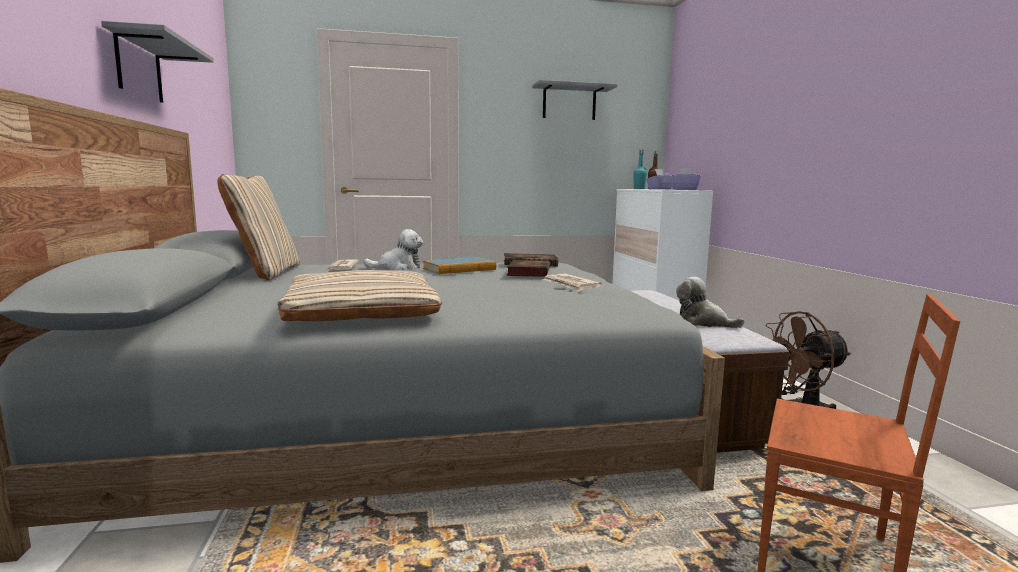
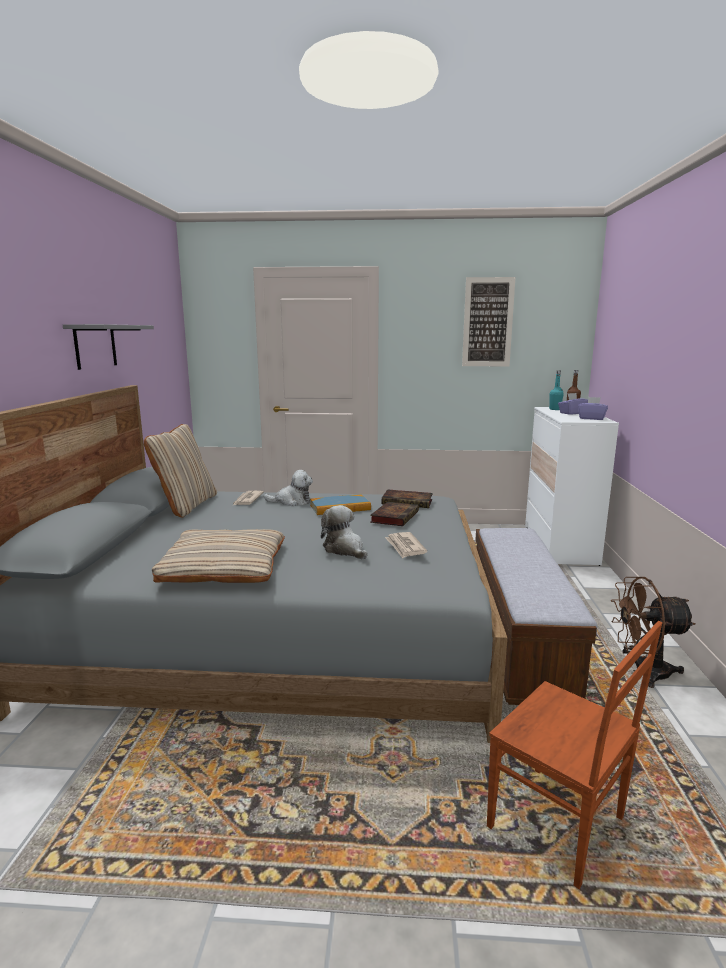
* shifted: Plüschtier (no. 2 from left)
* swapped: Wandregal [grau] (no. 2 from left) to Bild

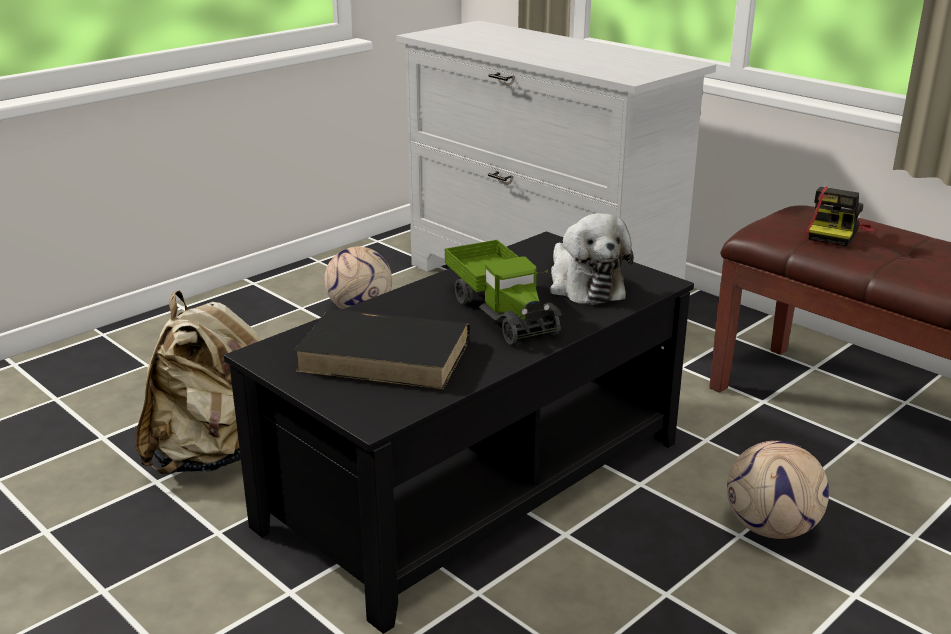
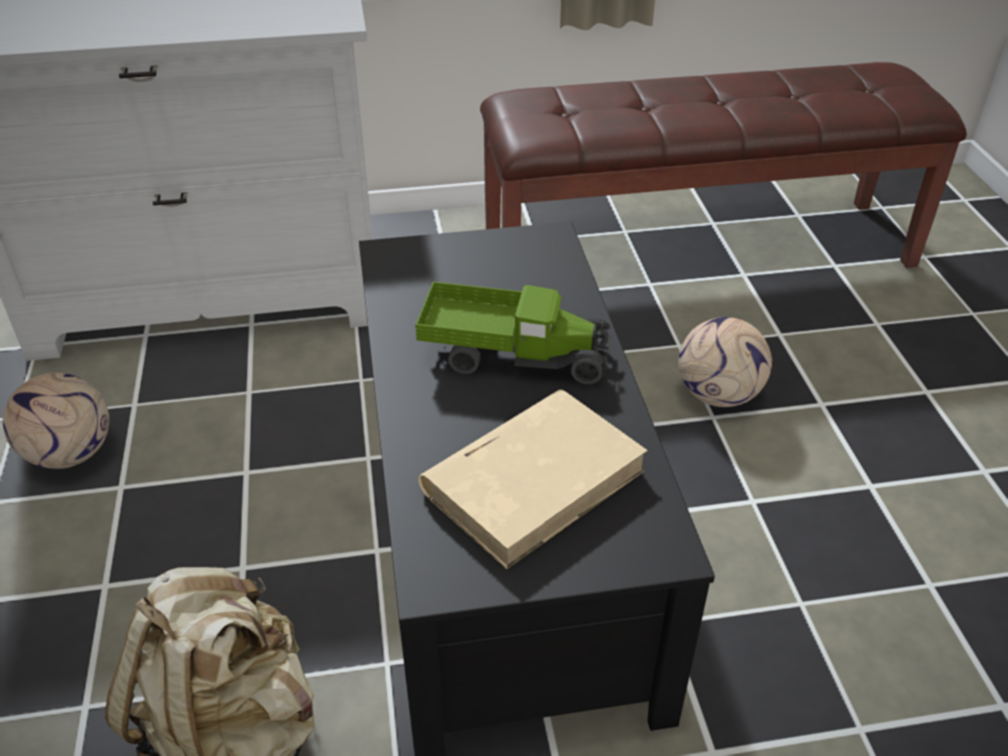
* repainted: Buch [schwarz] to Buch [beige]
* gone: Plüschtier
* gone: Kamera

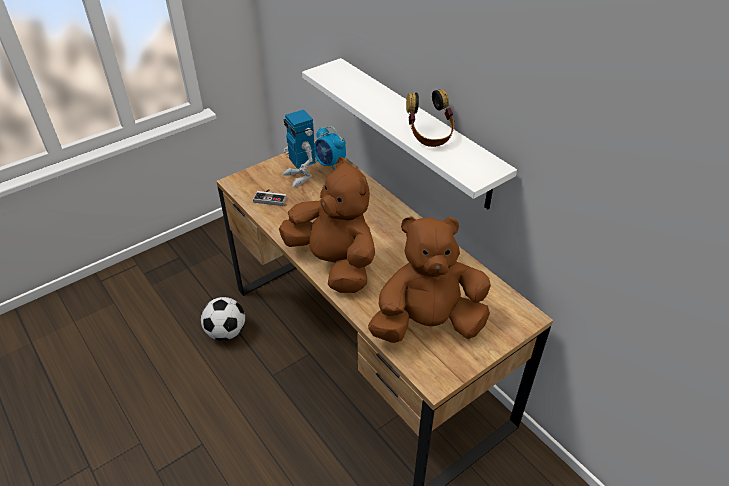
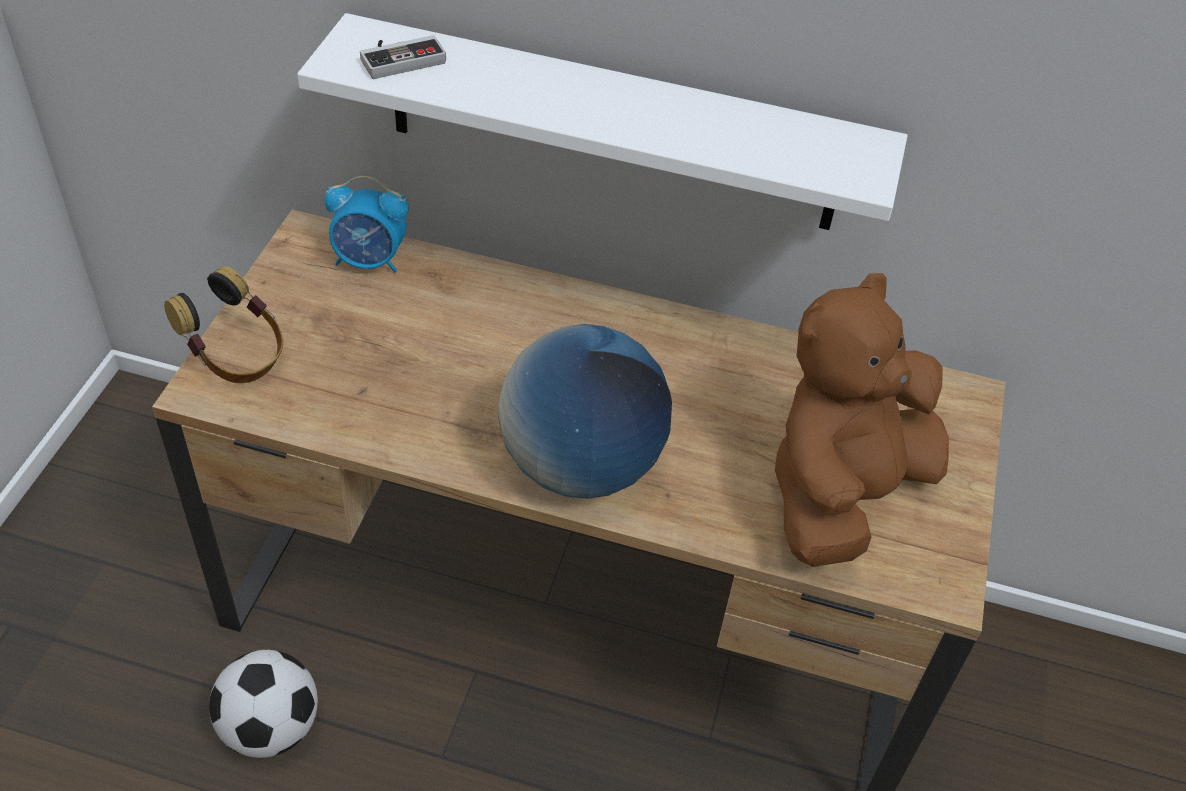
* shifted: Kopfhörer
* shifted: Gamepad
* swapped: Plüschtier [braun] (no. 1 from left) to Globus
* gone: Spielzeugroboter

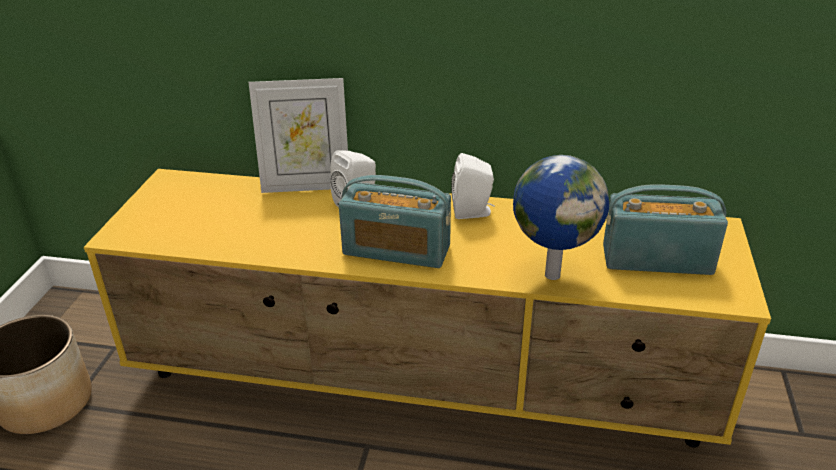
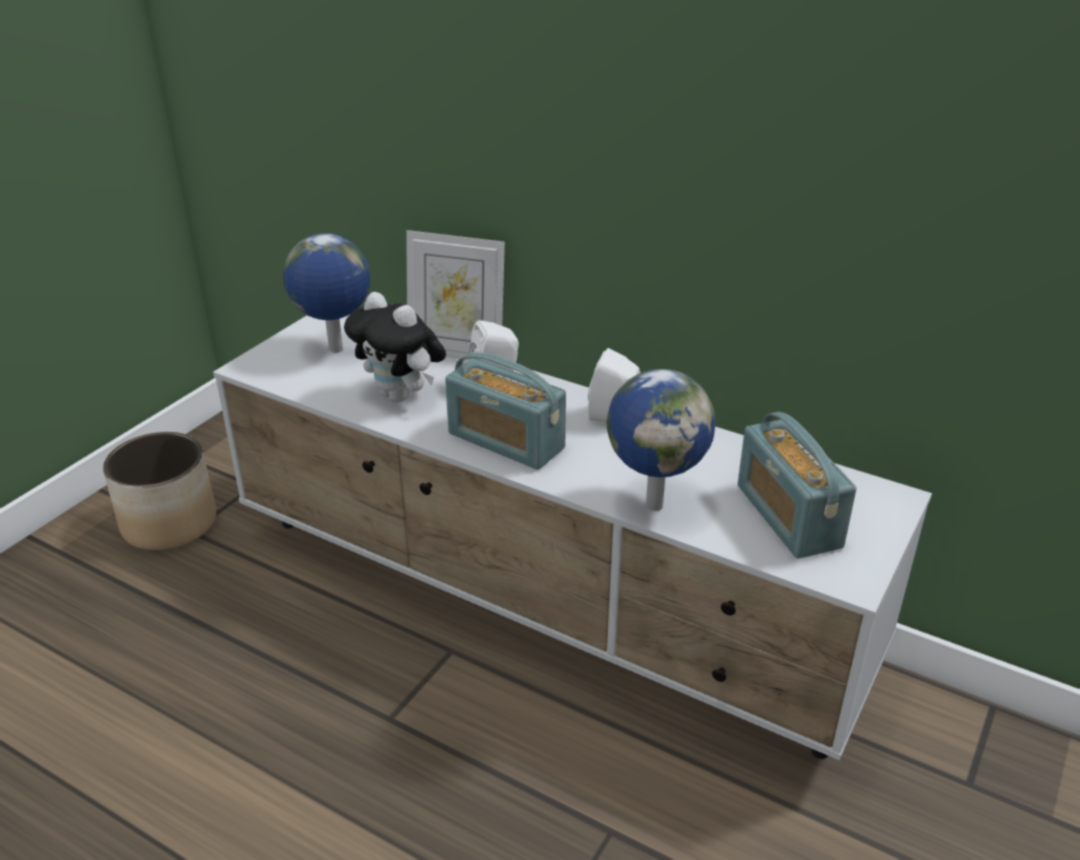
* repainted: Fernsehschrank [gelb] to Fernsehschrank [weiß]
* new: Globus (no. 1 from left)
* new: Plüschtier
* rotated: Radio (no. 2 from left) 135 degrees counterclockwise

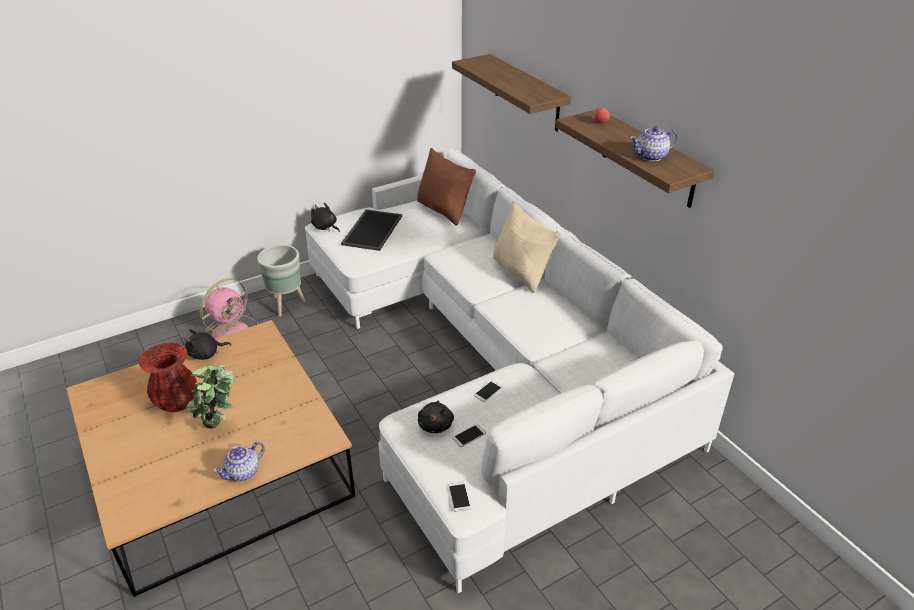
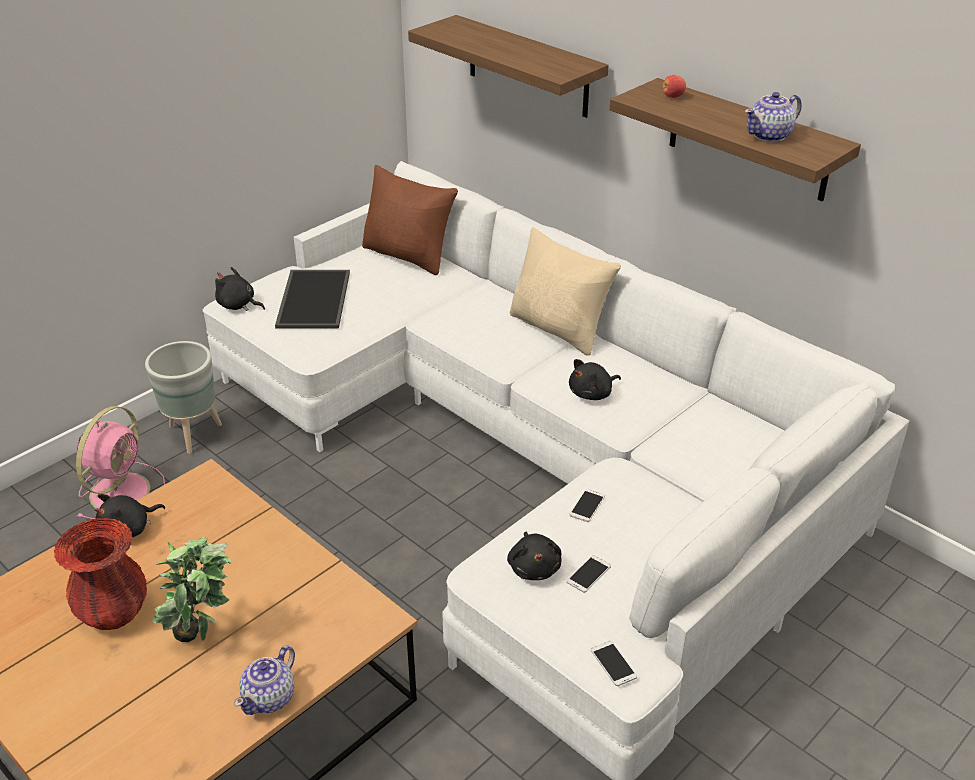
* new: Plüschtier [schwarz] (no. 4 from left)

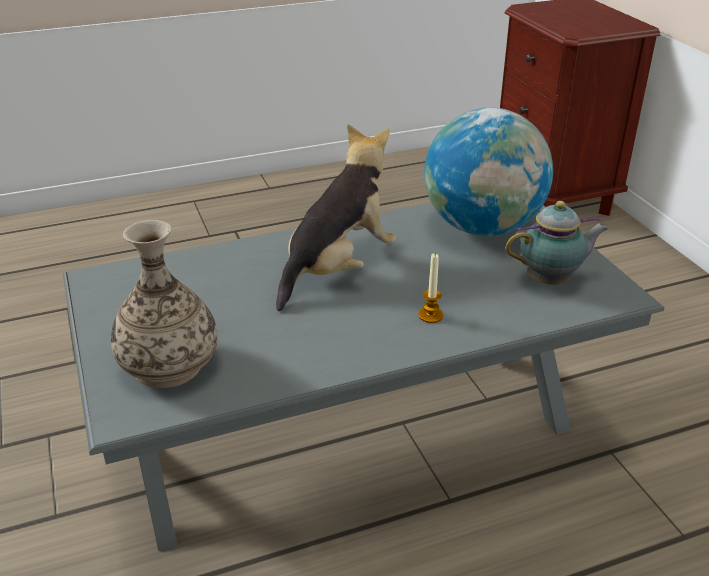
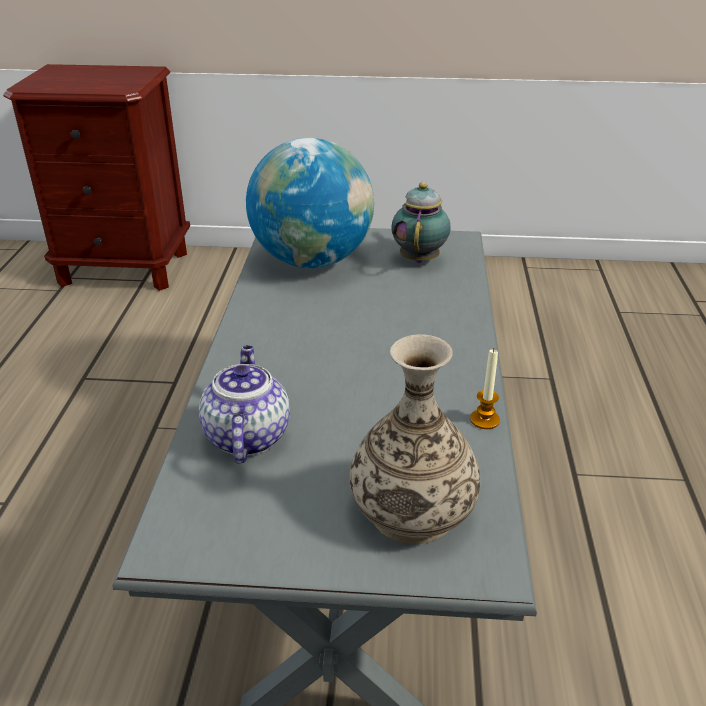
* new: Teekanne (no. 1 from left)
* shifted: Kerze
* gone: Plüschtier

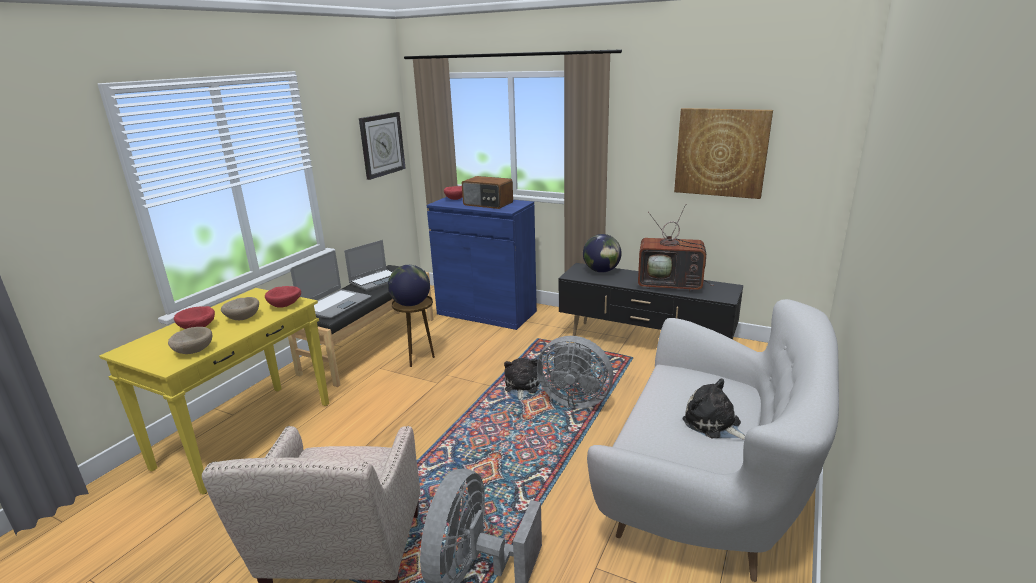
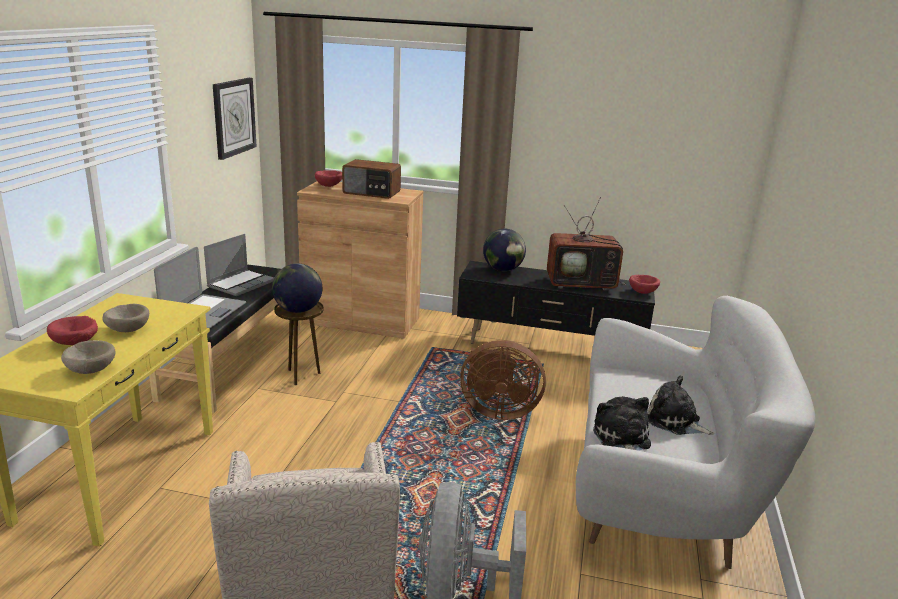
* repainted: Schrank [blau] to Schrank [braun]
* repainted: Ventilator [grau] (no. 2 from left) to Ventilator [braun]
* shifted: Plüschtier (no. 1 from left)
* shifted: Schüssel [rot] (no. 2 from left in the first image) to Schüssel [rot] (no. 3 from left)
* gone: Bild

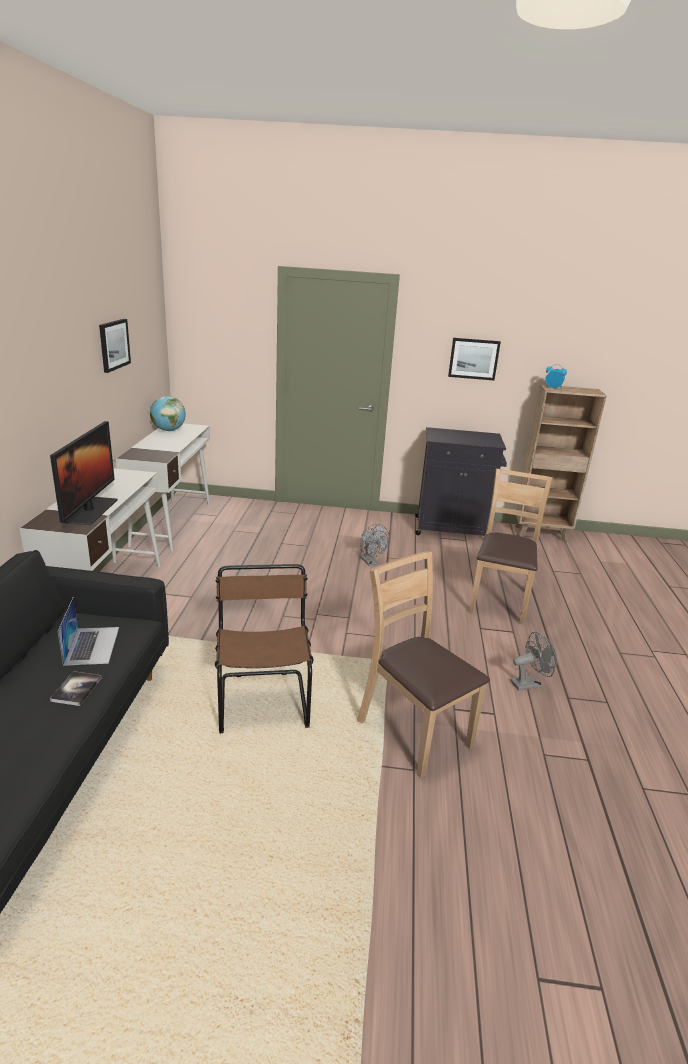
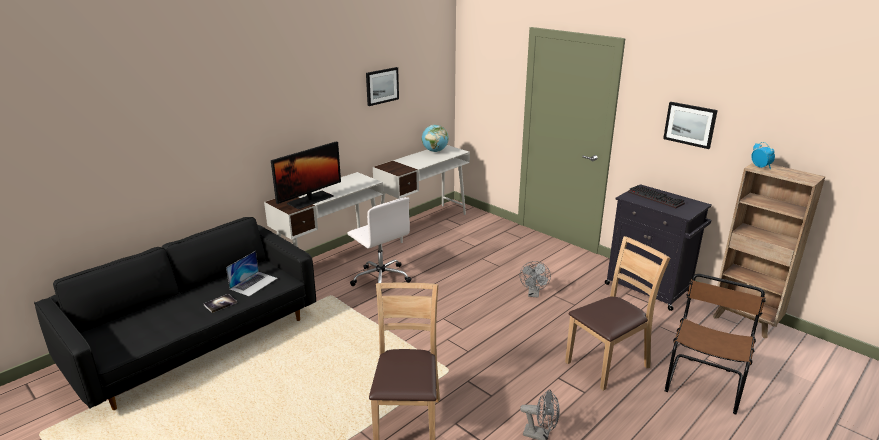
* new: Bürostuhl [weiß]
* new: Tastatur
* shifted: Stuhl [braun] (no. 1 from left in the first image) to Stuhl [braun] (no. 3 from left)

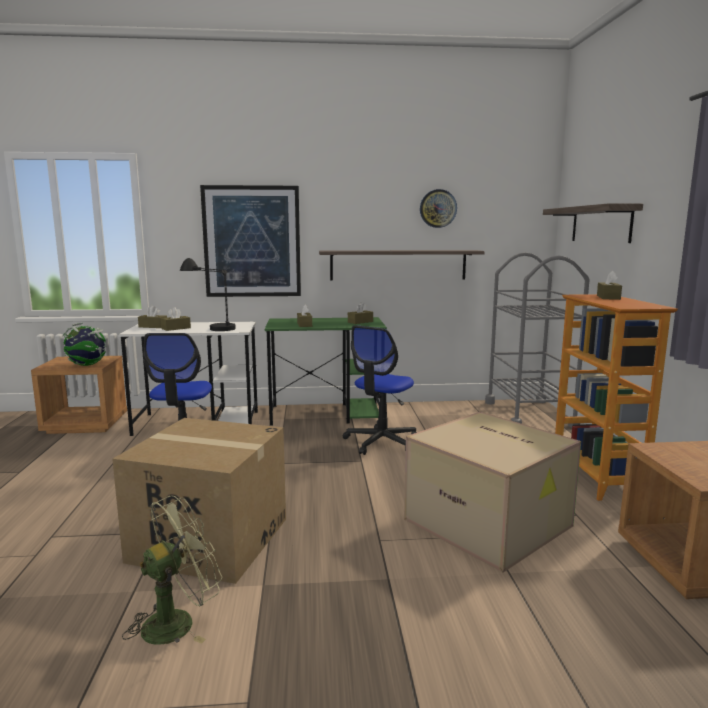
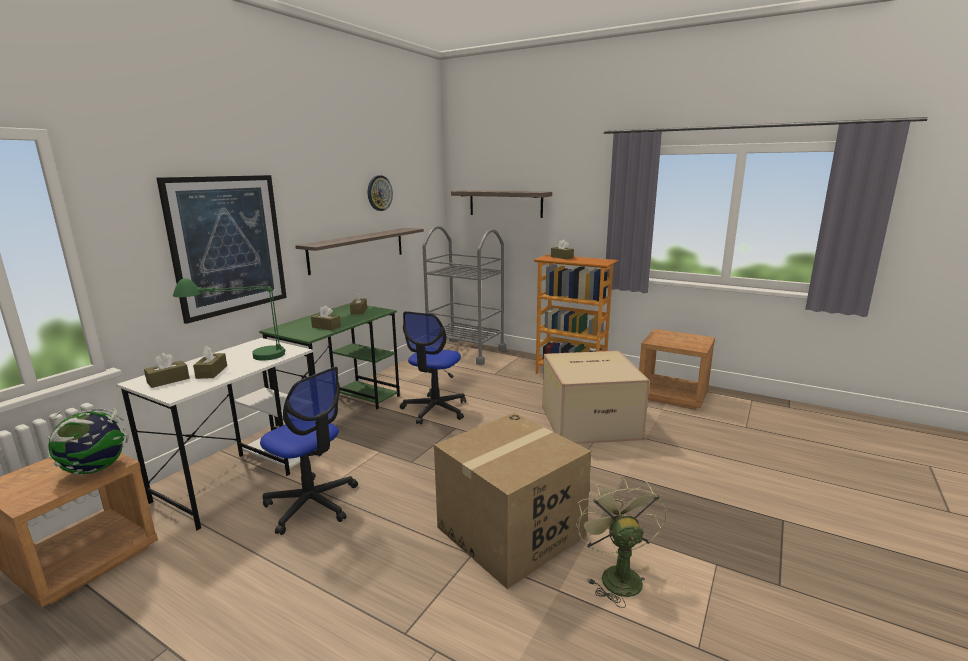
* repainted: Tischlampe [schwarz] to Tischlampe [grün]
* rotated: Bürostuhl (no. 2 from left) 45 degrees clockwise

